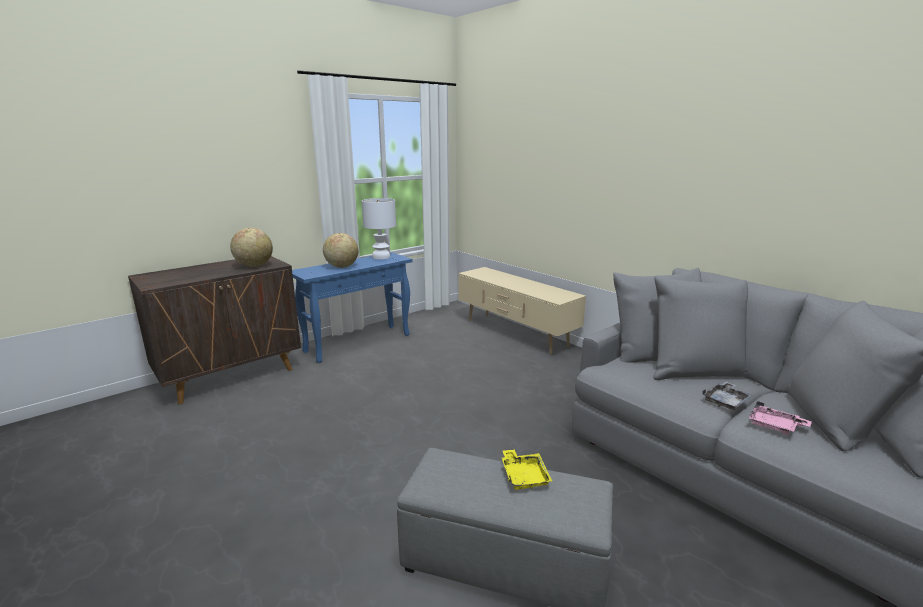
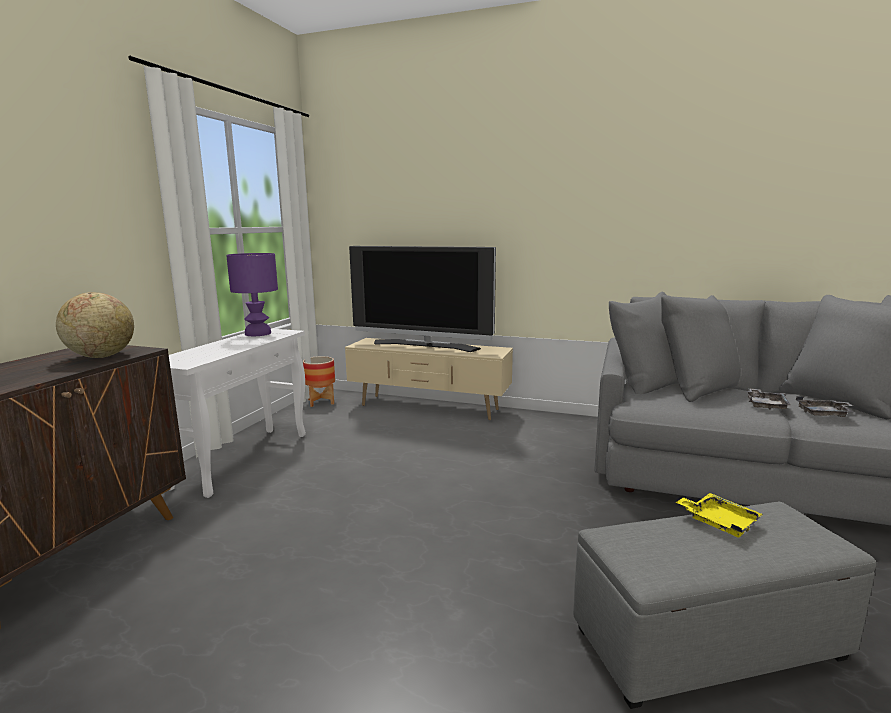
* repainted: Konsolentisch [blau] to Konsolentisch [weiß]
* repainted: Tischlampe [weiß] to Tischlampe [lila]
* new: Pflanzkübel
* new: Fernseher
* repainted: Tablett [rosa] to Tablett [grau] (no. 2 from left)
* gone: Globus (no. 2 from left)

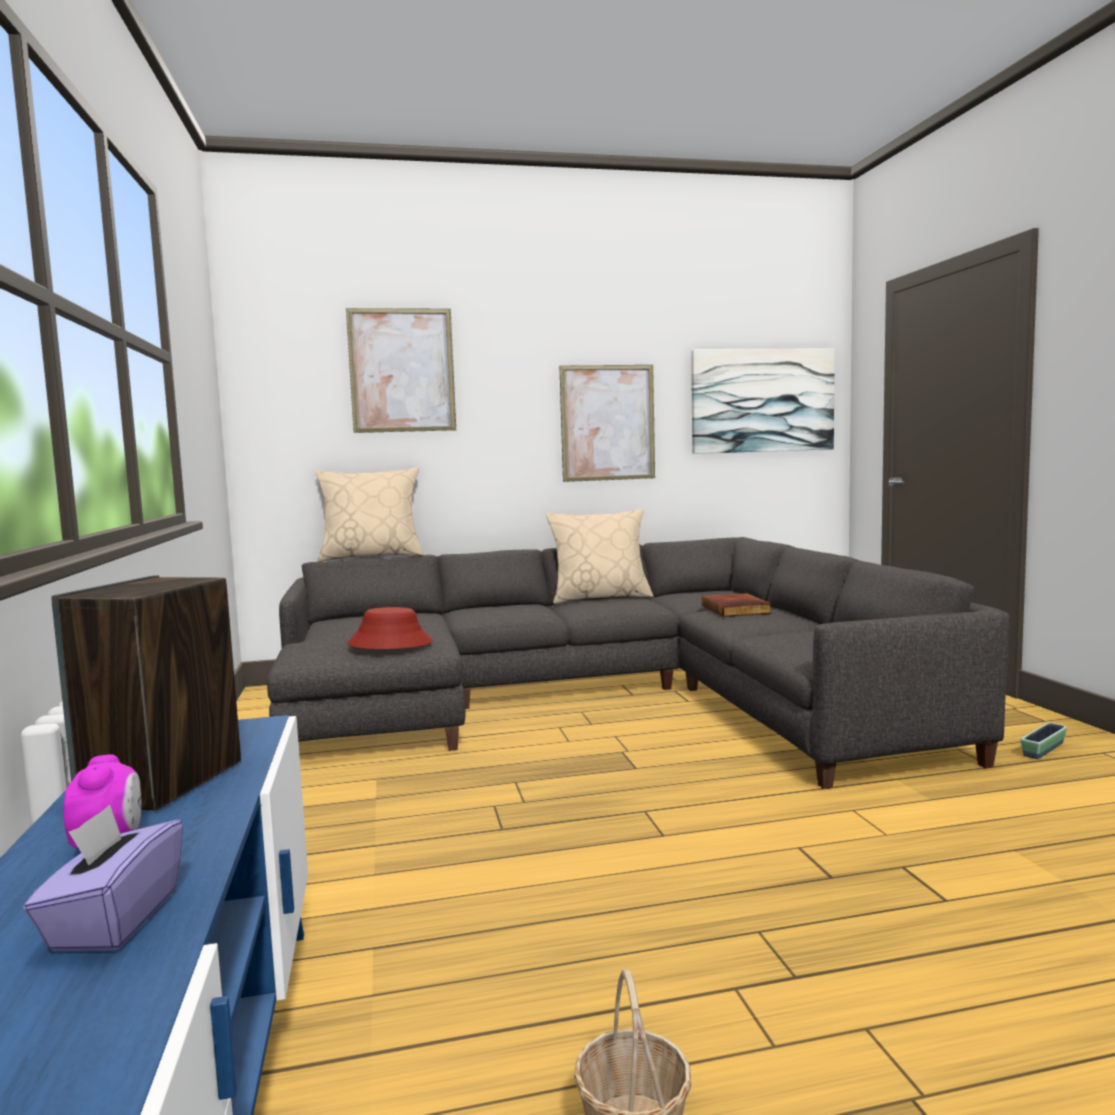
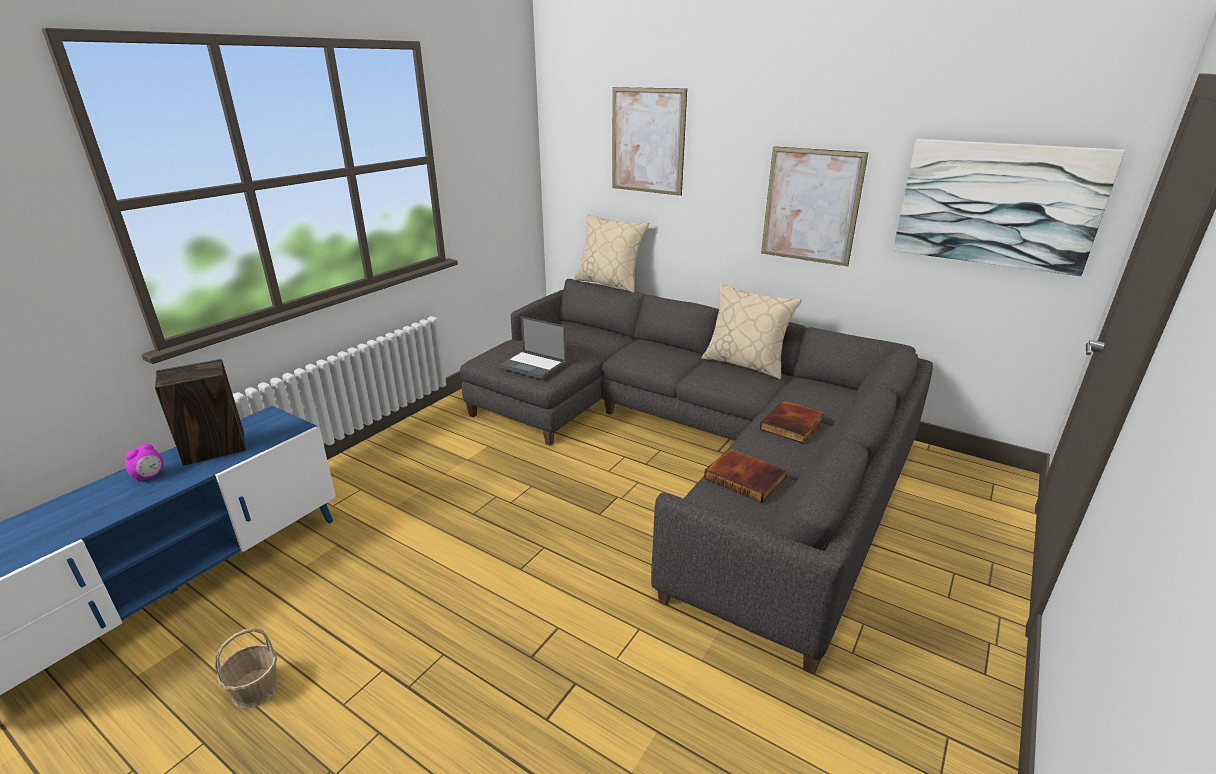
* swapped: Hut [rot] to Laptop
* new: Buch (no. 1 from left)
* gone: Taschentuchbox [lila]
* gone: Pflanzkübel

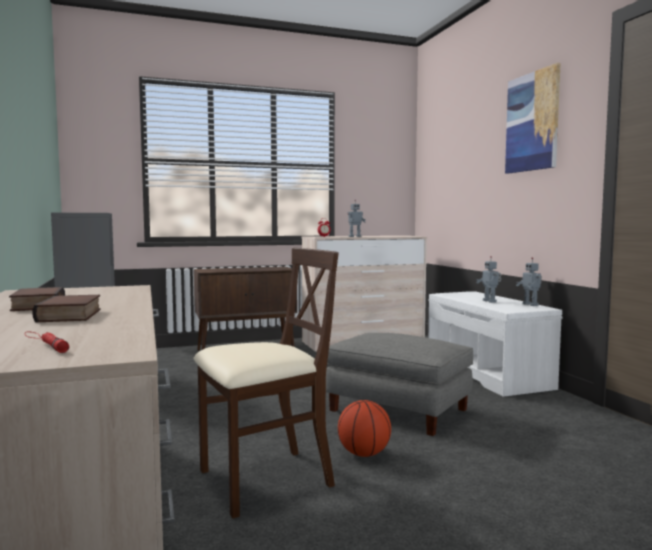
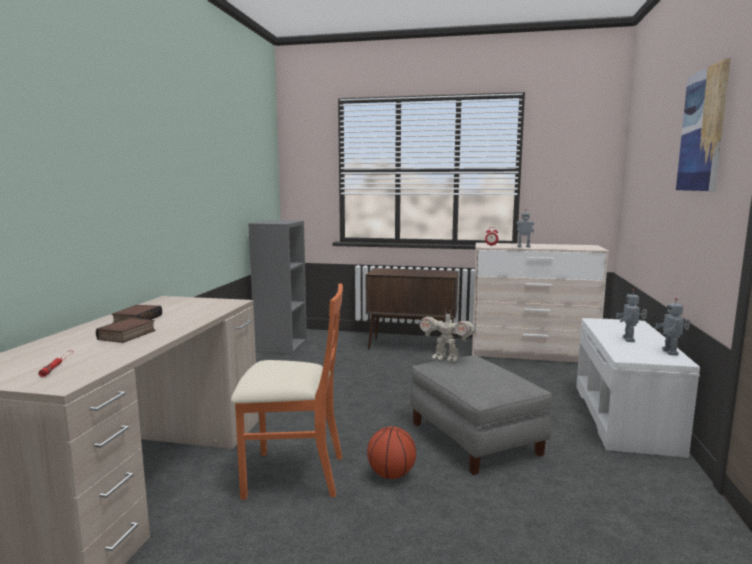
* repainted: Stuhl [beige] to Stuhl [orange]
* new: Spielzeugroboter (no. 1 from left)

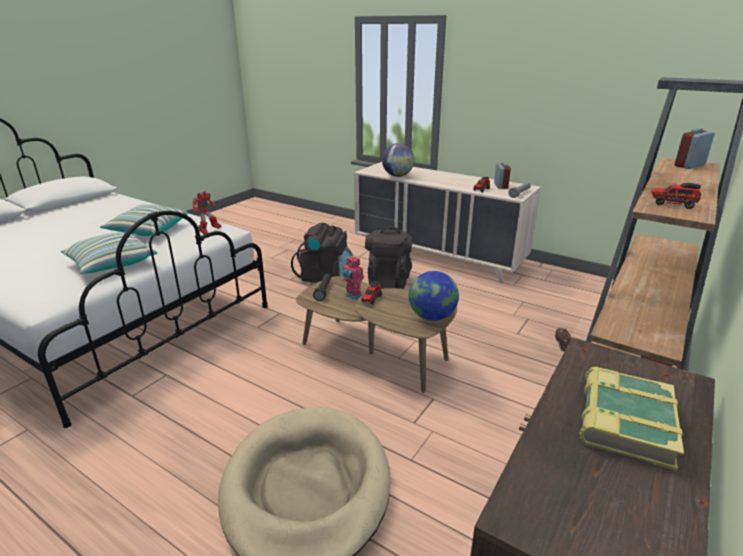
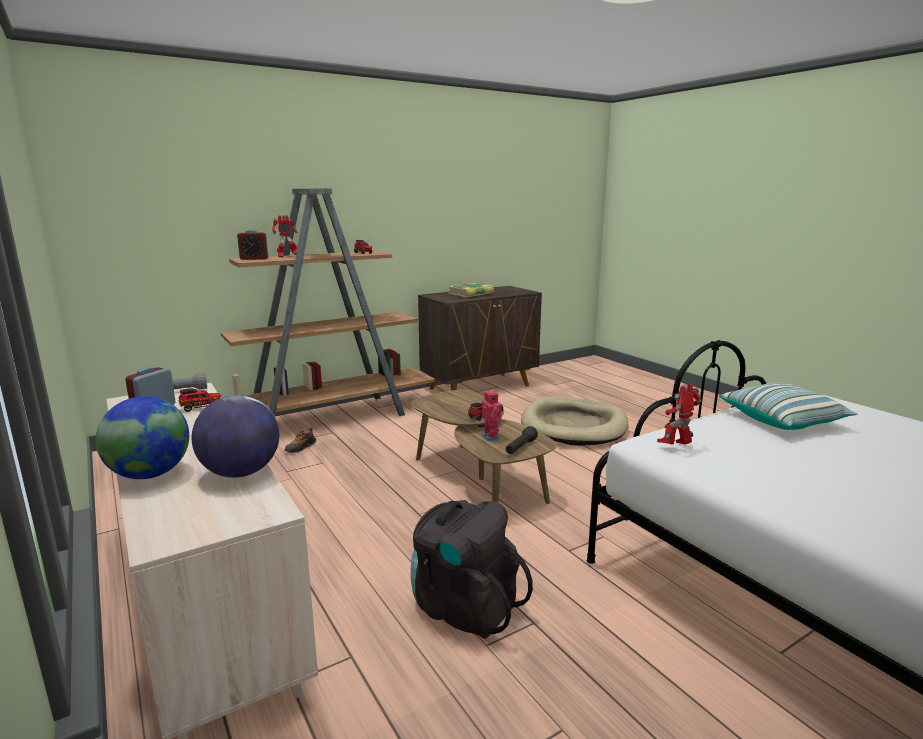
* shifted: Globus (no. 2 from left in the first image) to Globus (no. 1 from left)
* new: Spielzeugroboter (no. 1 from left)
* gone: Kissen (no. 2 from left)
* gone: Rucksack [schwarz] (no. 2 from left)

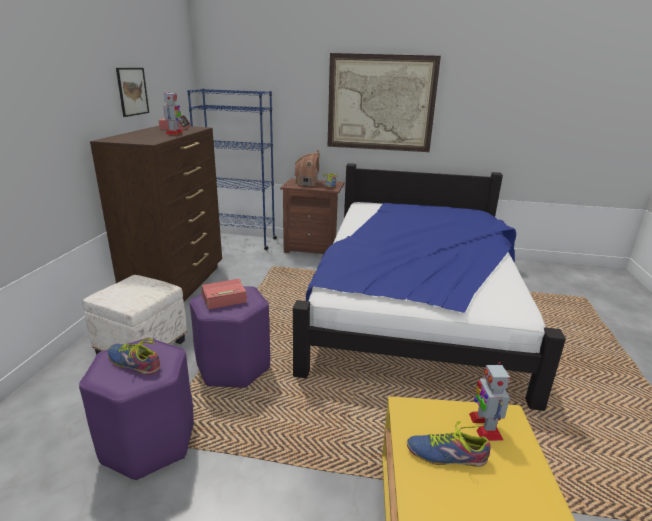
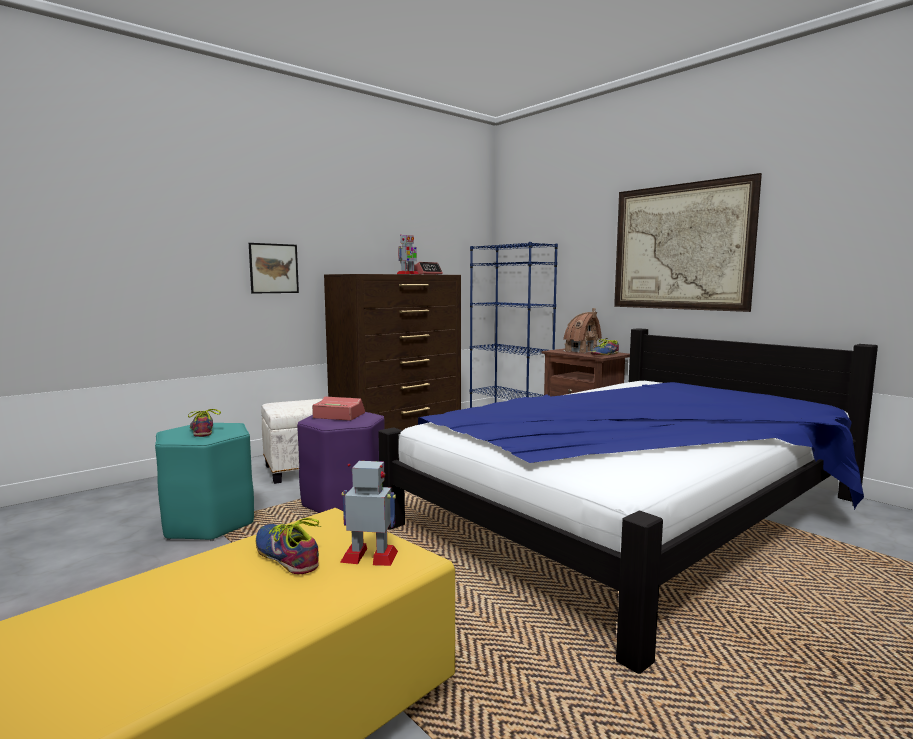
* repainted: Hocker [lila] (no. 1 from left) to Hocker [türkis]
* shifted: Bild (no. 1 from left)
* rotated: Spielzeugroboter (no. 2 from left in the first image) 60 degrees clockwise

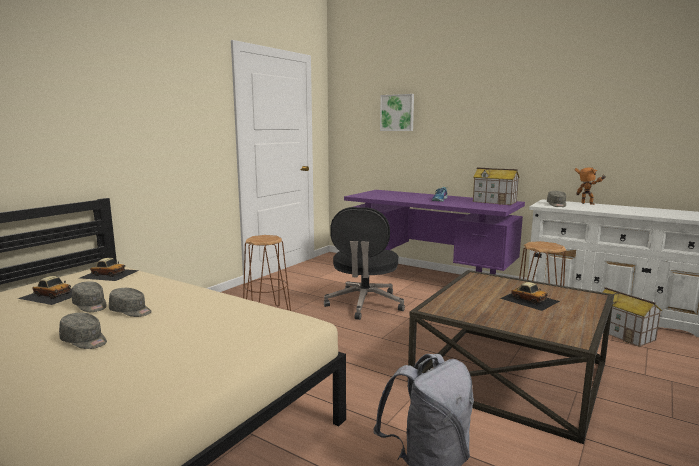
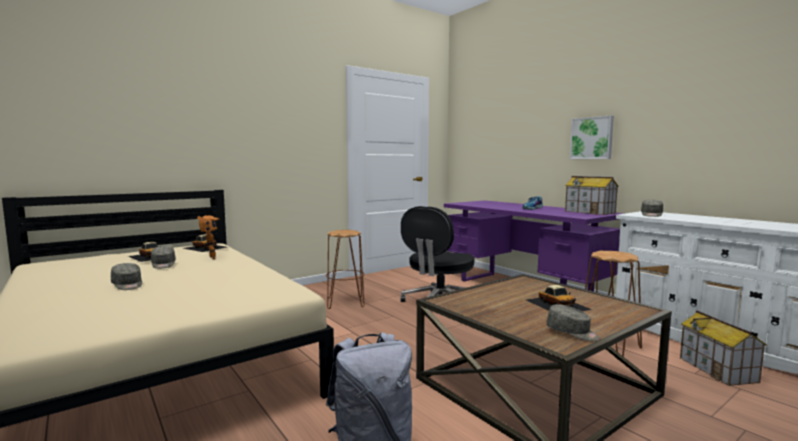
* shifted: Spielzeugroboter
* shifted: Kappe [grau] (no. 3 from left)
* shifted: Bild

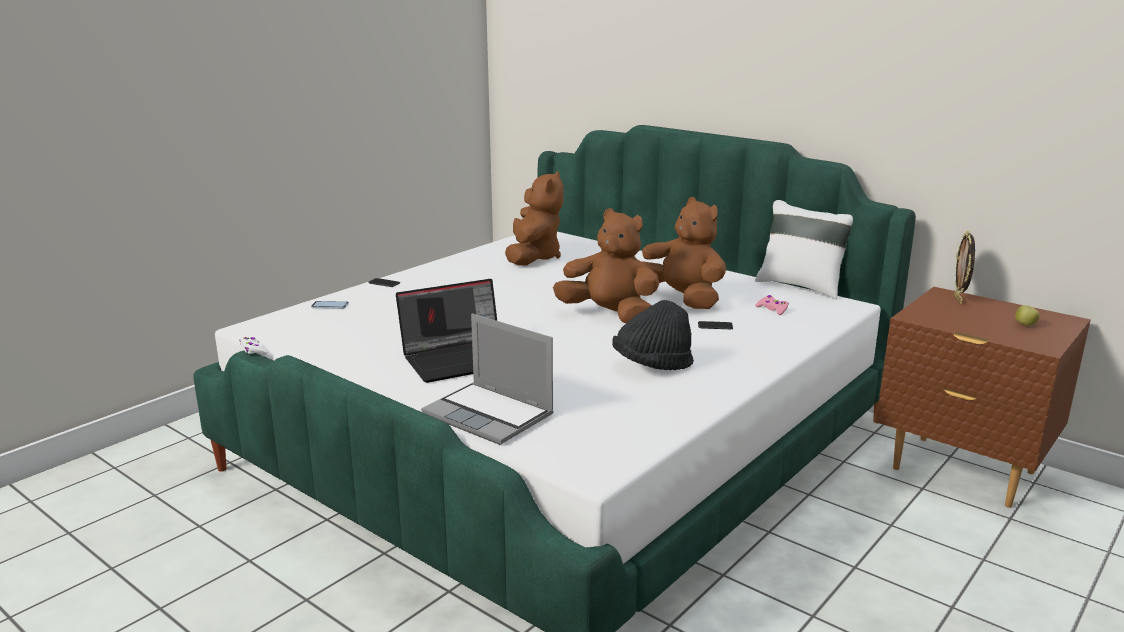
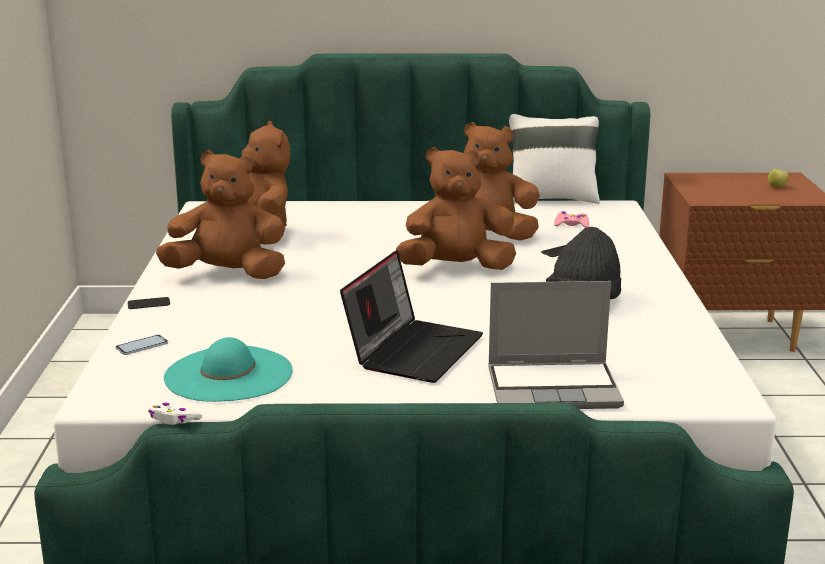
* new: Plüschtier [braun] (no. 1 from left)
* new: Hut [türkis]
* gone: Bilderrahmen

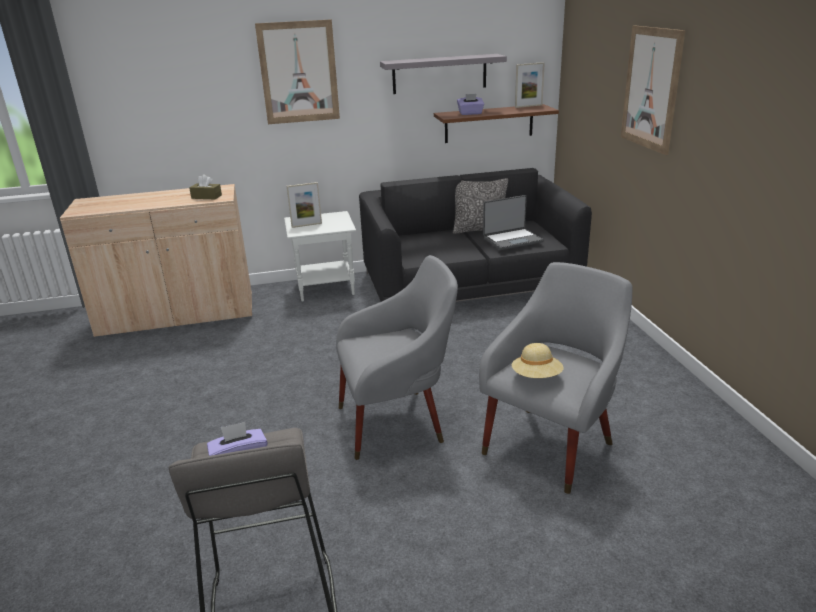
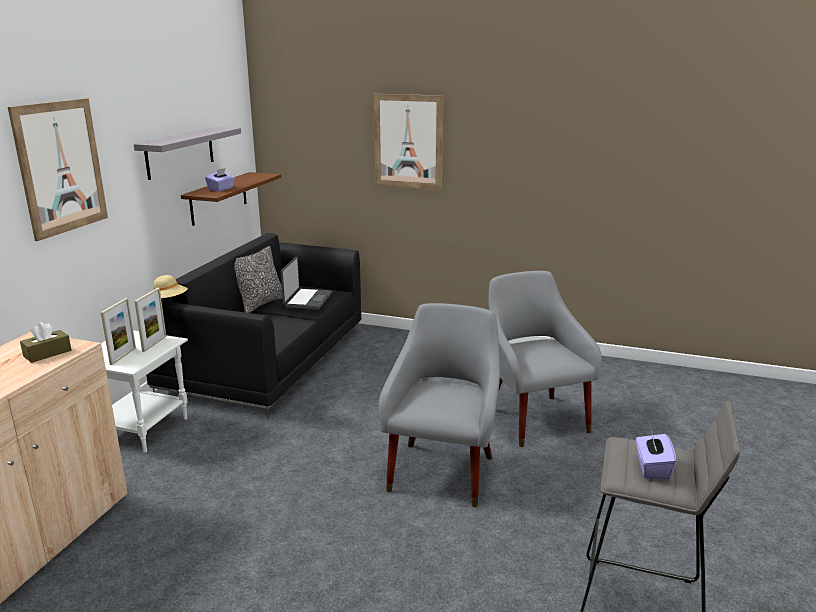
* shifted: Bilderrahmen (no. 2 from left)
* shifted: Hut [beige]

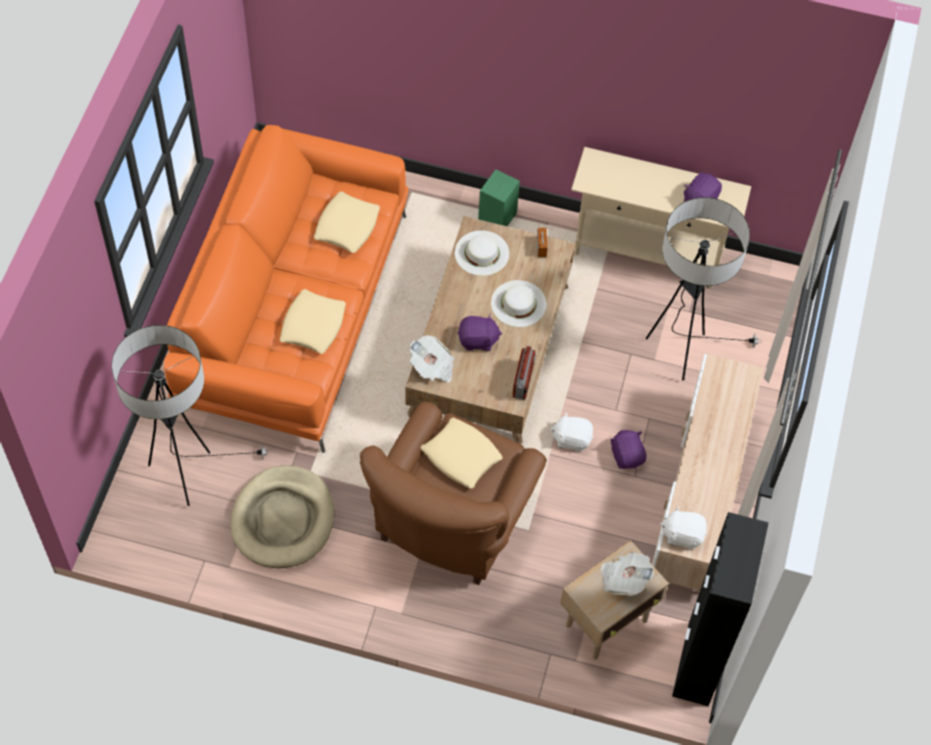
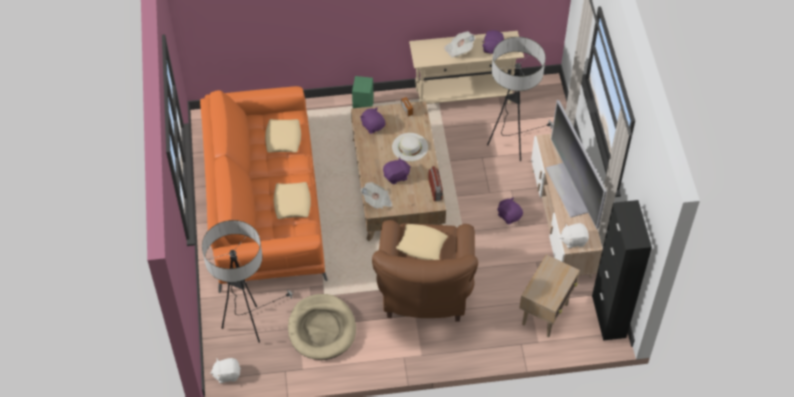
* shifted: Plüschtier [weiß] (no. 1 from left)
* swapped: Hut [weiß] (no. 1 from left) to Plüschtier [lila] (no. 1 from left)
* shifted: Zeitung (no. 2 from left)
* new: Fernseher

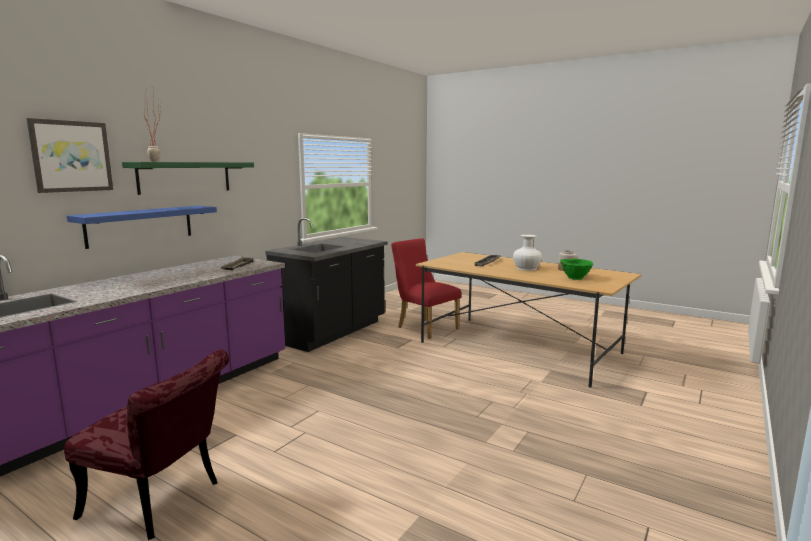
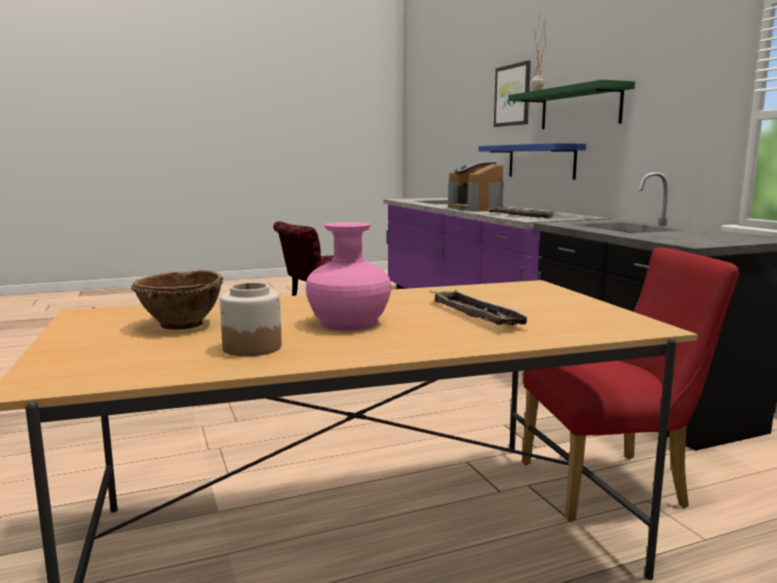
* repainted: Schüssel [grün] to Schüssel [braun]
* repainted: Vase [weiß] to Vase [rosa]
* new: Kaffeemaschine

